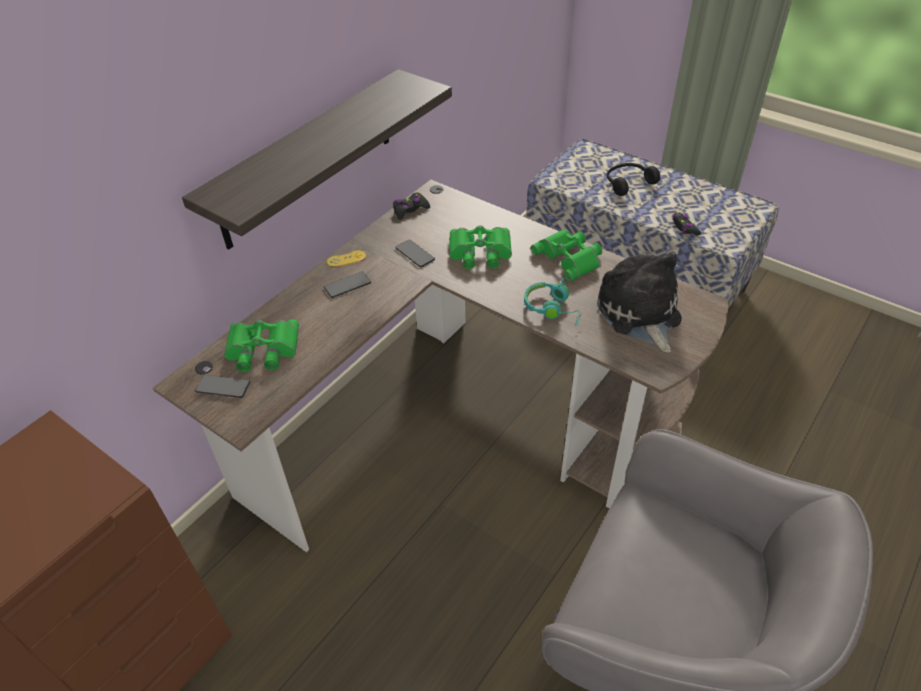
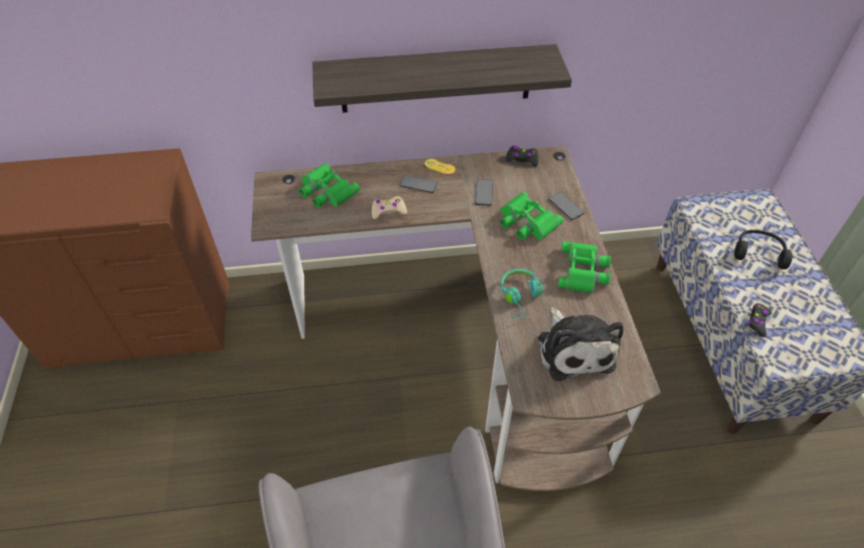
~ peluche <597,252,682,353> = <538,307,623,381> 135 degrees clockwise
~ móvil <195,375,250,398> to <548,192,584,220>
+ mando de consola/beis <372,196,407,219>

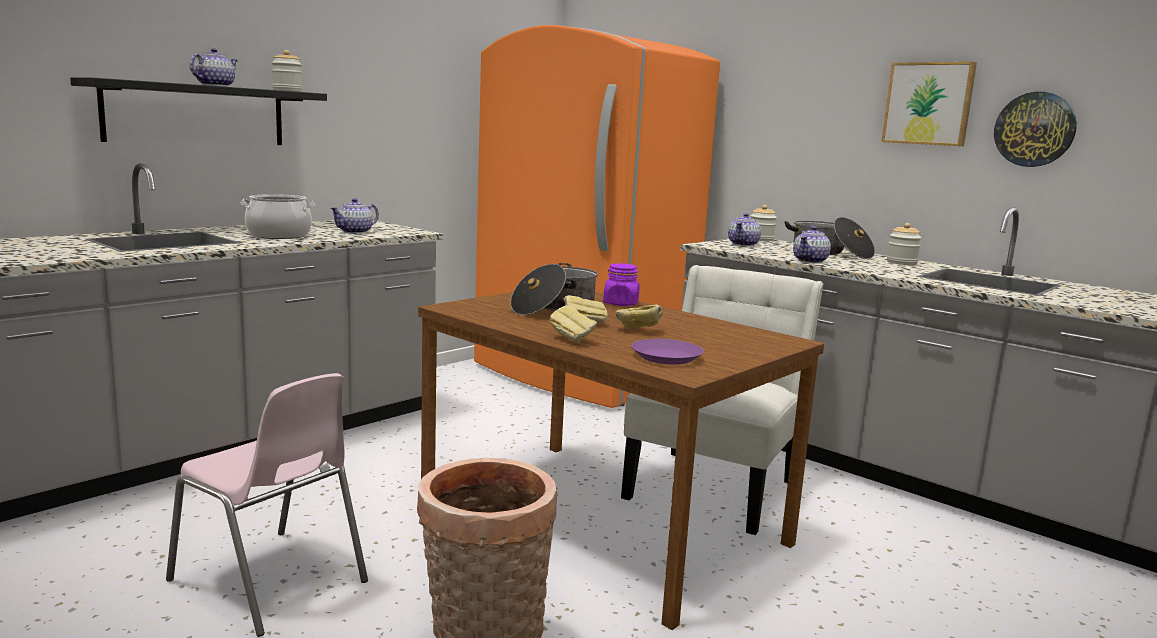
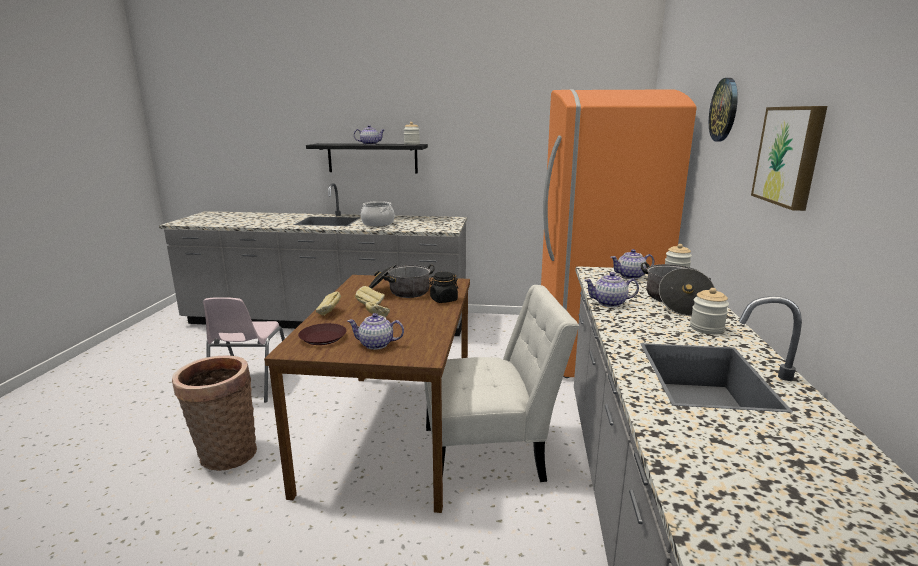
~ reloj de pared <994,92,1077,167> to <709,78,738,141>
~ tetera <330,198,379,234> to <347,313,404,350>
~ tarro/morado <603,263,640,306> to tarro/negro <429,272,458,303>
~ plato/morado <632,339,704,365> to plato/marrón <298,323,347,345>

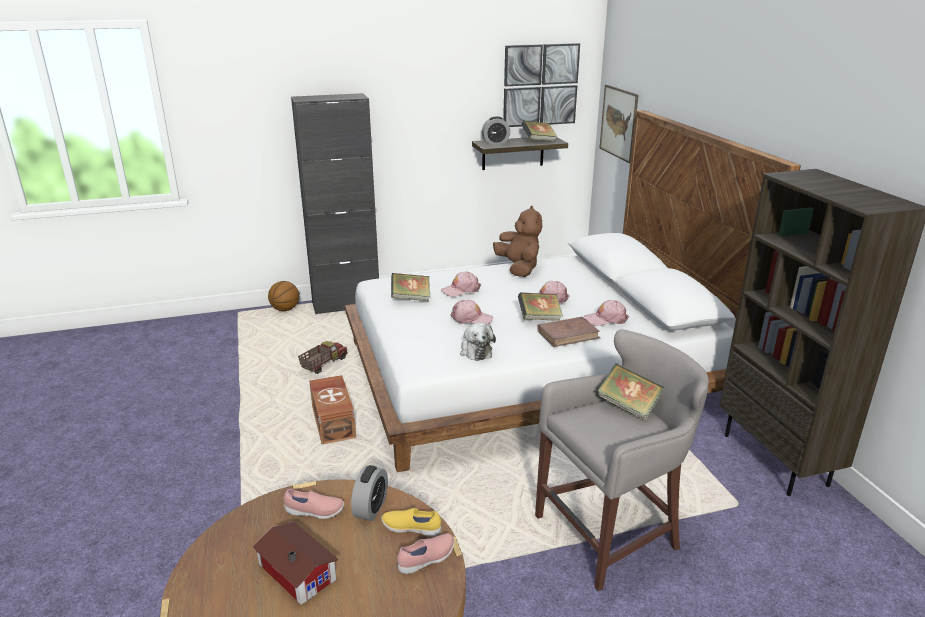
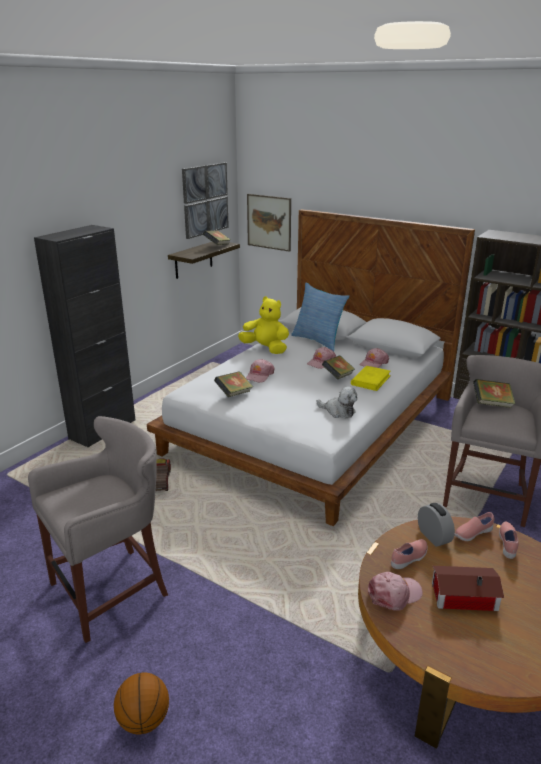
- despertador <482,116,510,144>
~ peluche/marrón <493,206,542,277> to peluche/amarillo <238,296,289,354>
~ balón de baloncesto <268,281,299,311> to <114,672,169,735>
~ gorra/rosa <451,300,493,324> to <368,572,423,611>
~ libro/marrón <537,317,600,347> to libro/amarillo <351,366,391,391>
- caja de almacenaje/marrón <309,375,356,445>
~ zapato/amarillo <381,508,441,537> to zapato/rosa <455,512,494,541>
+ cojín <291,283,349,352>
+ taburete/gris <28,416,168,643>

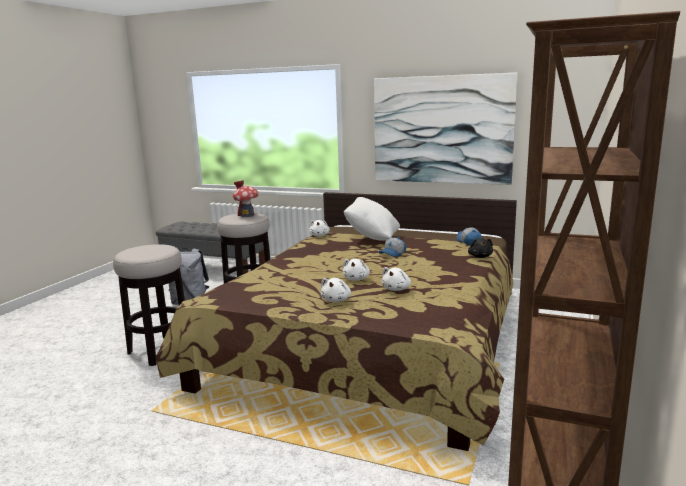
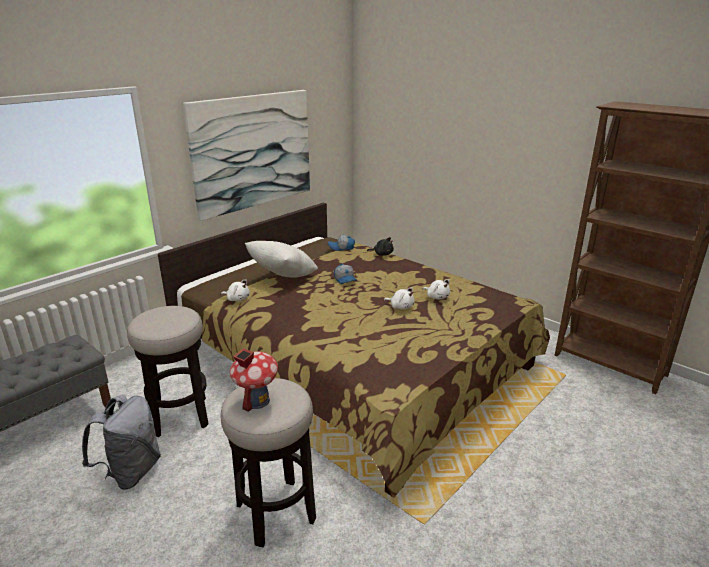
~ casita <233,180,259,217> to <230,348,278,412>
- peluche/blanco <321,278,351,302>

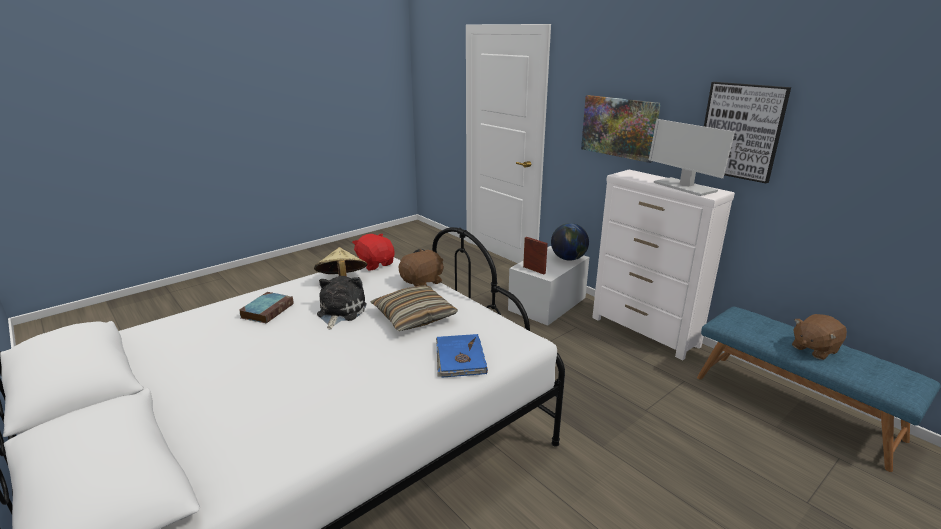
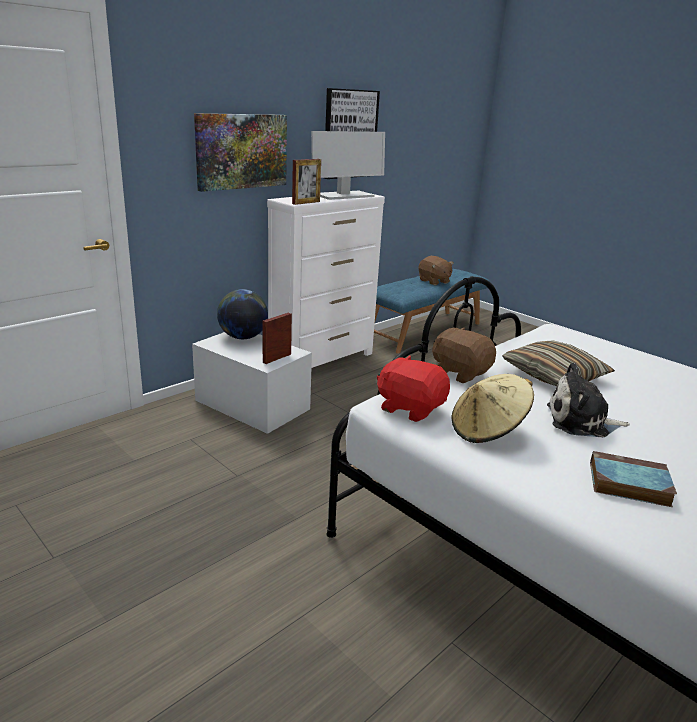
~ peluche/rojo <352,234,394,271> = <377,355,450,422> 75 degrees clockwise
- libro/azul <436,334,488,378>
+ portarretratos <292,159,321,205>

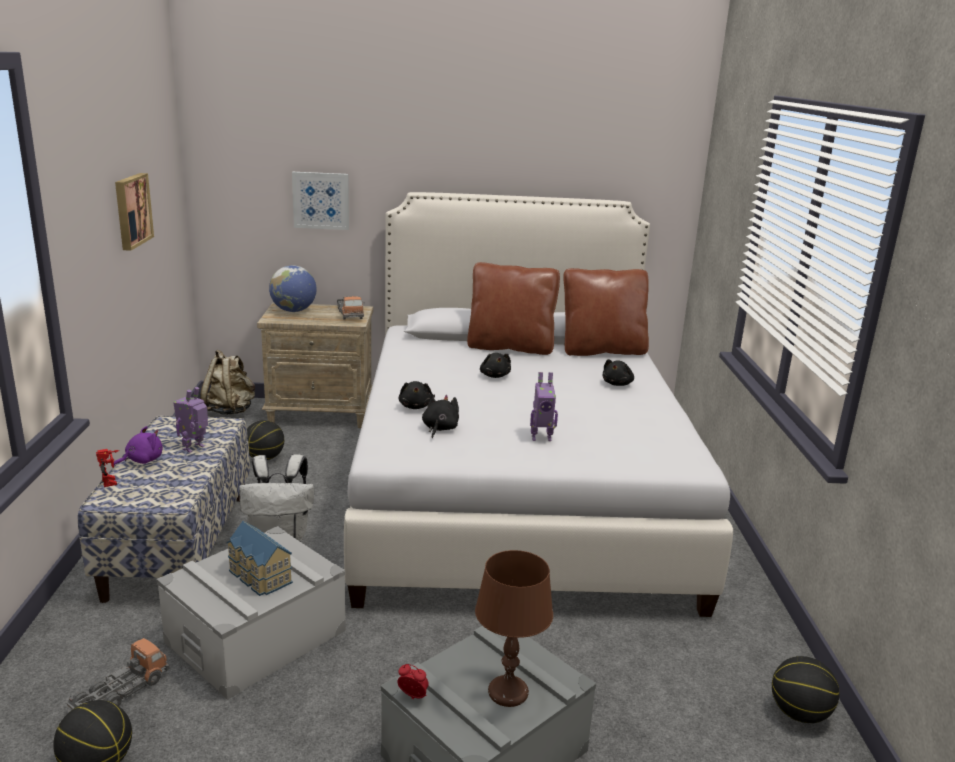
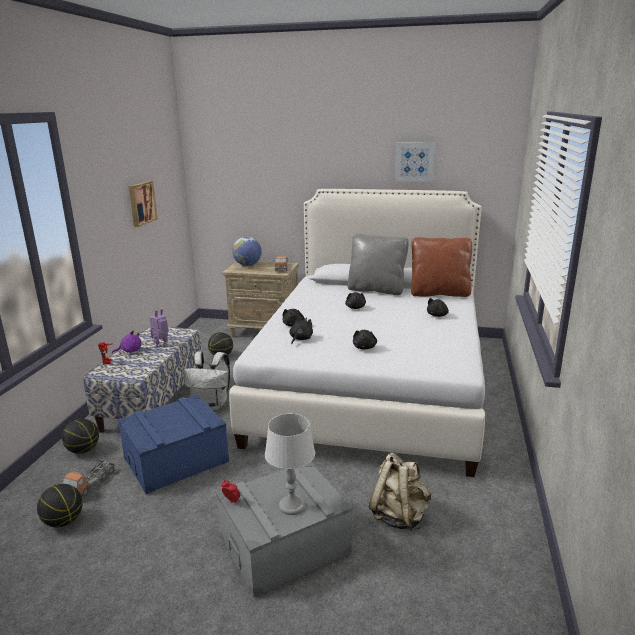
~ cuadro <292,172,349,230> to <395,142,435,182>
~ cojín/marrón <467,262,560,355> to cojín/gris <348,234,409,295>
~ mochila/beis <200,350,255,415> to <369,453,431,531>
~ robot de juguete <530,372,558,441> to peluche/negro <353,330,377,350>
- casita <227,521,293,596>
~ caja de almacenaje/gris <157,526,346,700> to caja de almacenaje/azul <117,394,229,494>
~ lámpara de mesa/marrón <475,550,553,707> to lámpara de mesa/gris <265,414,315,515>
~ camión de juguete <67,638,170,710> = <62,460,116,497> 150 degrees clockwise
~ balón de baloncesto <772,656,839,723> to <62,419,99,454>

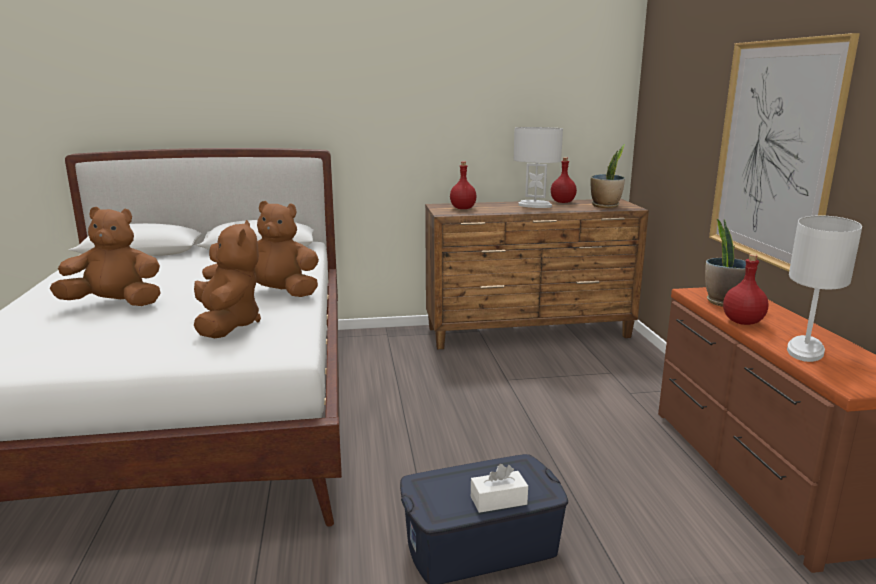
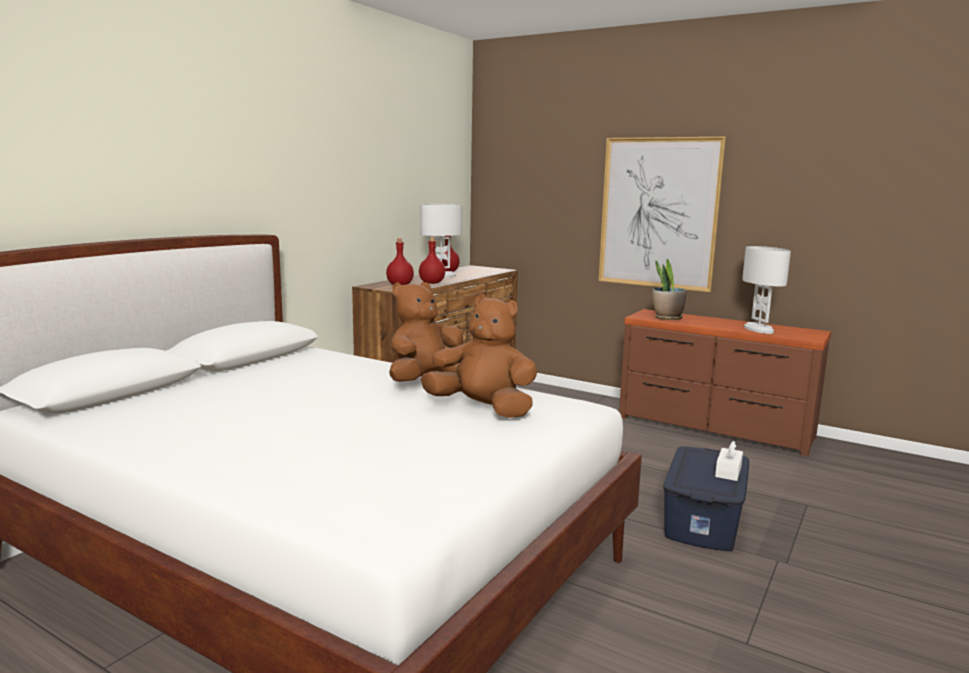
- planta en maceta <591,144,625,208>
- peluche/marrón <50,207,160,306>
~ botella/rojo <723,254,769,325> to <419,237,445,284>

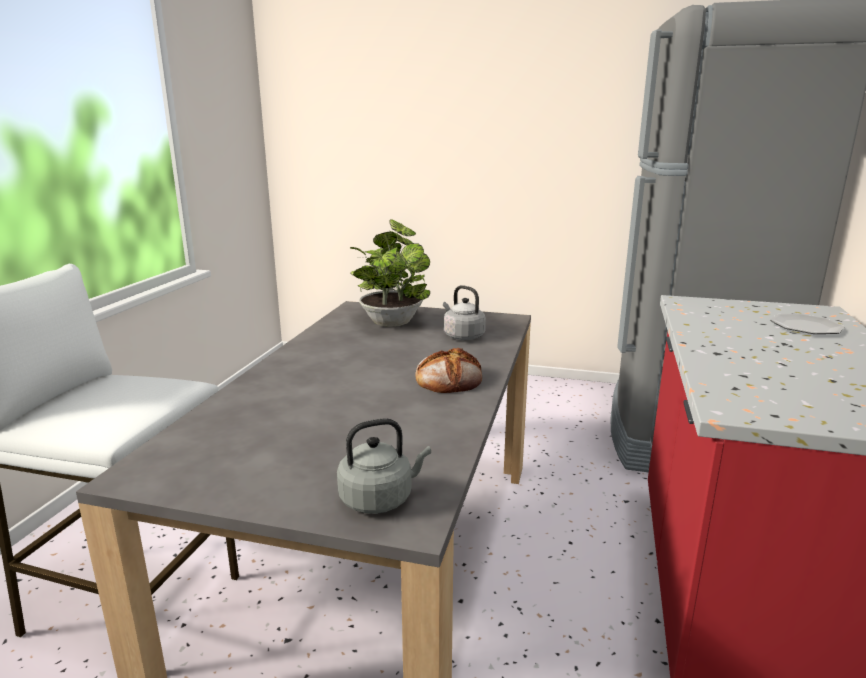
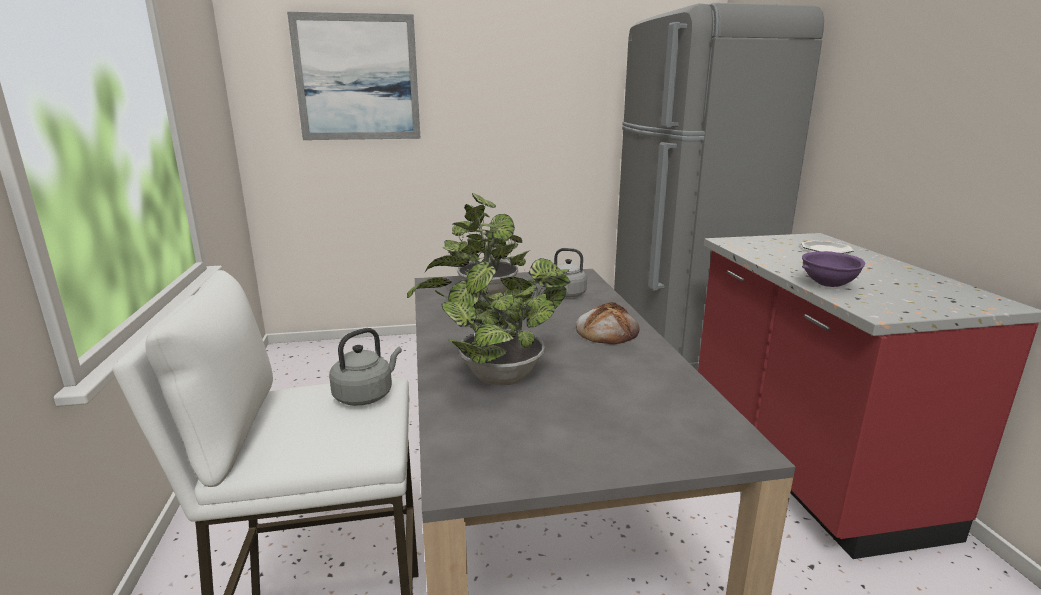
~ hervidor/gris <337,418,431,514> to <329,328,402,406>
+ cuadro <287,12,420,140>
+ cuenco/morado <802,251,865,287>
+ planta en maceta <407,255,571,386>

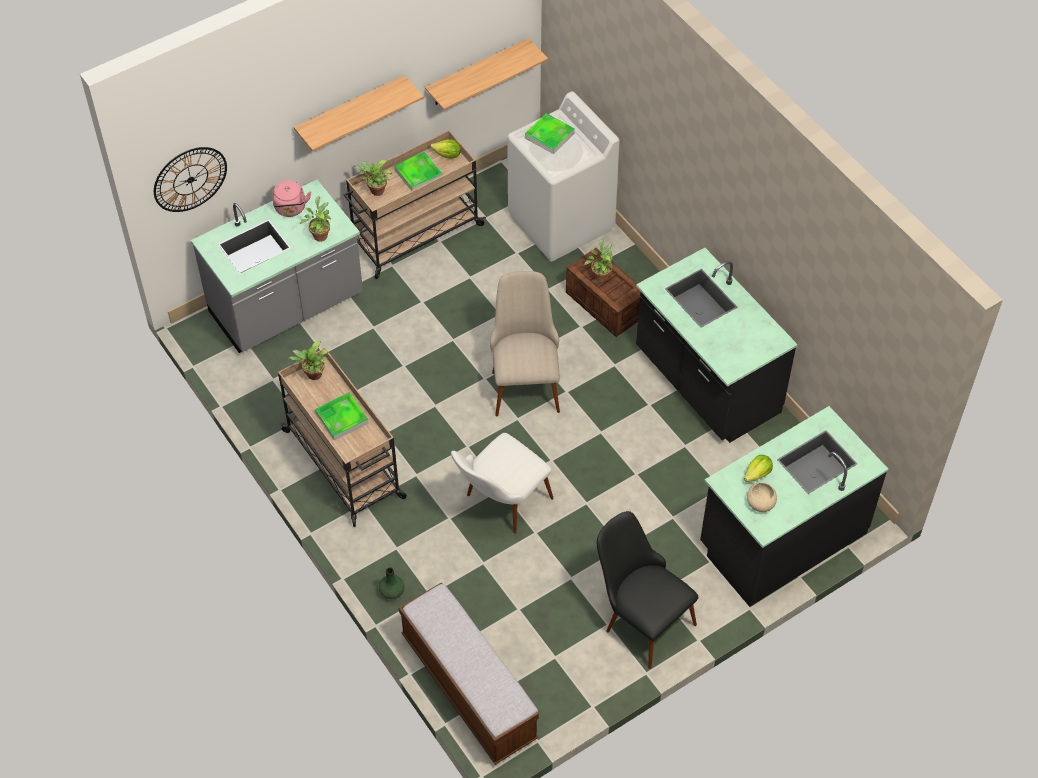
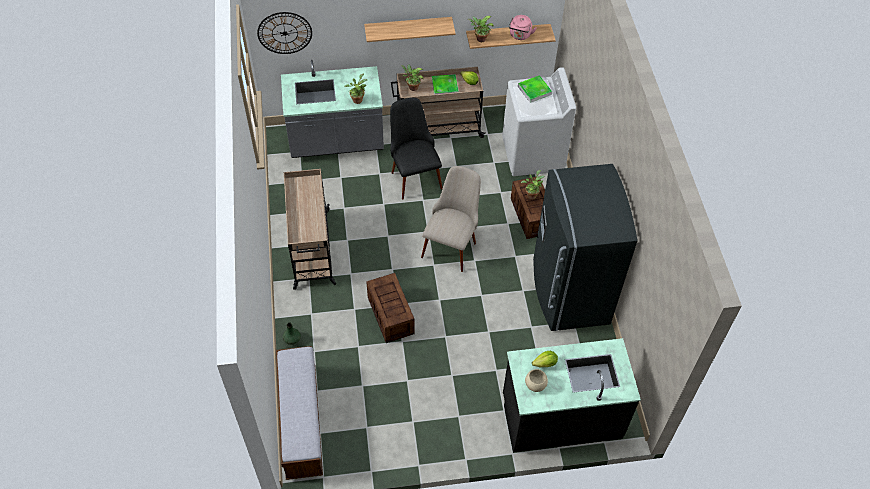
~ hervidor/rosa <272,180,311,217> to <509,15,537,40>
~ mueble bajo de cocina/negro <636,248,798,443> to nevera/gris <533,164,638,331>
~ planta en maceta <288,341,328,380> to <468,16,493,42>
- bandeja <315,392,369,441>
~ silla/blanco <451,433,554,534> to caja de embalaje <366,273,415,343>
~ silla/negro <597,511,698,669> to <390,98,442,199>

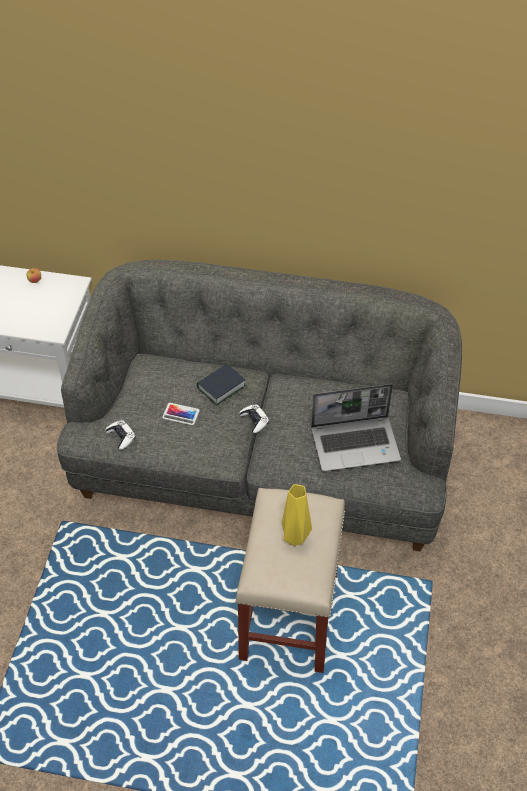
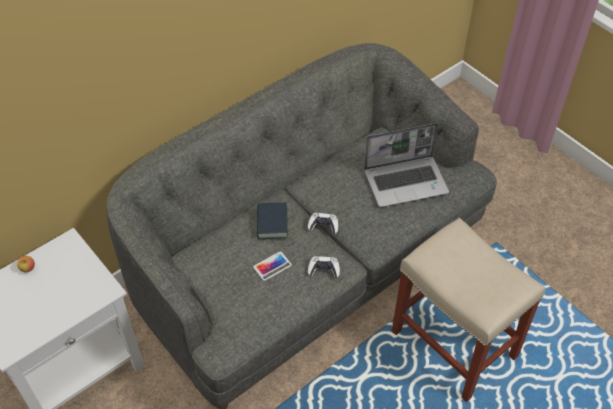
~ portátil <311,384,401,471> = <364,123,449,207> 45 degrees clockwise
~ mando de consola/blanco <105,420,135,450> to <308,256,340,278>
- florero/amarillo <282,484,312,546>

